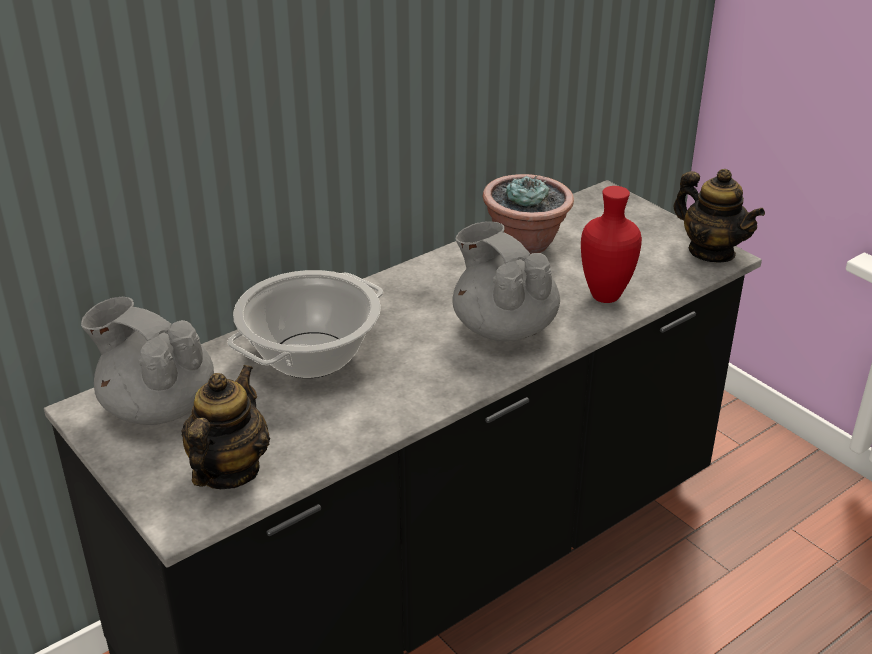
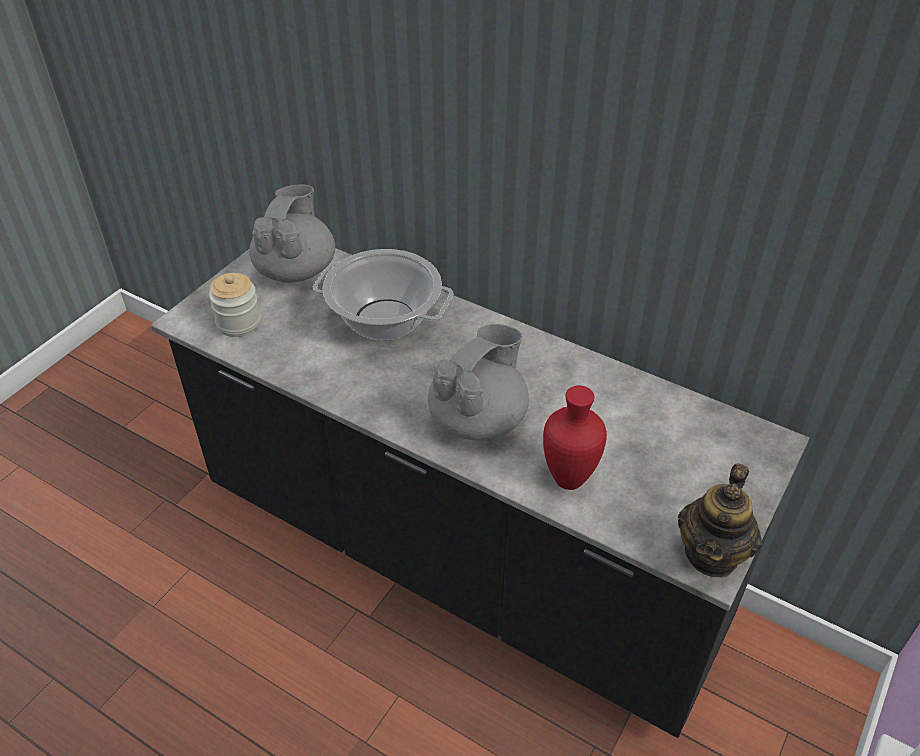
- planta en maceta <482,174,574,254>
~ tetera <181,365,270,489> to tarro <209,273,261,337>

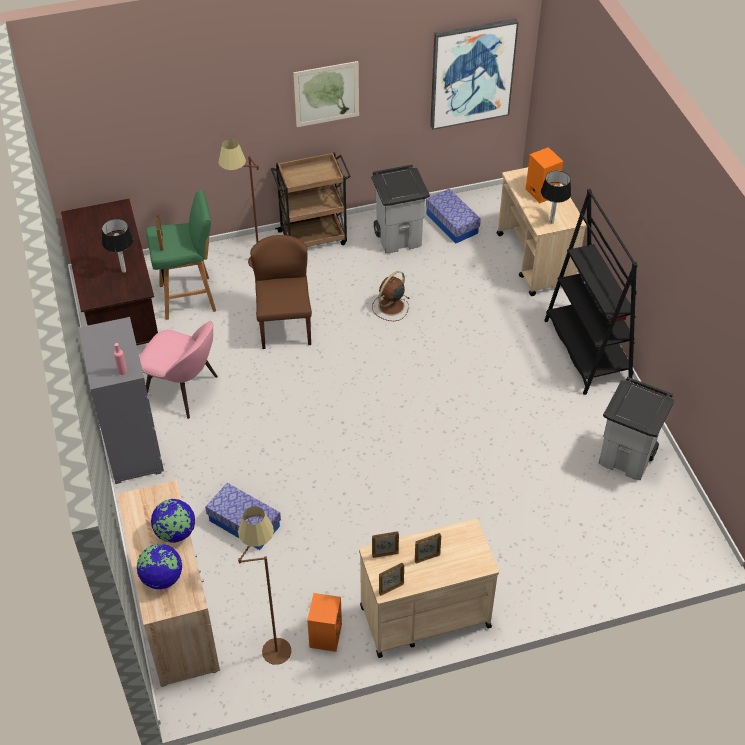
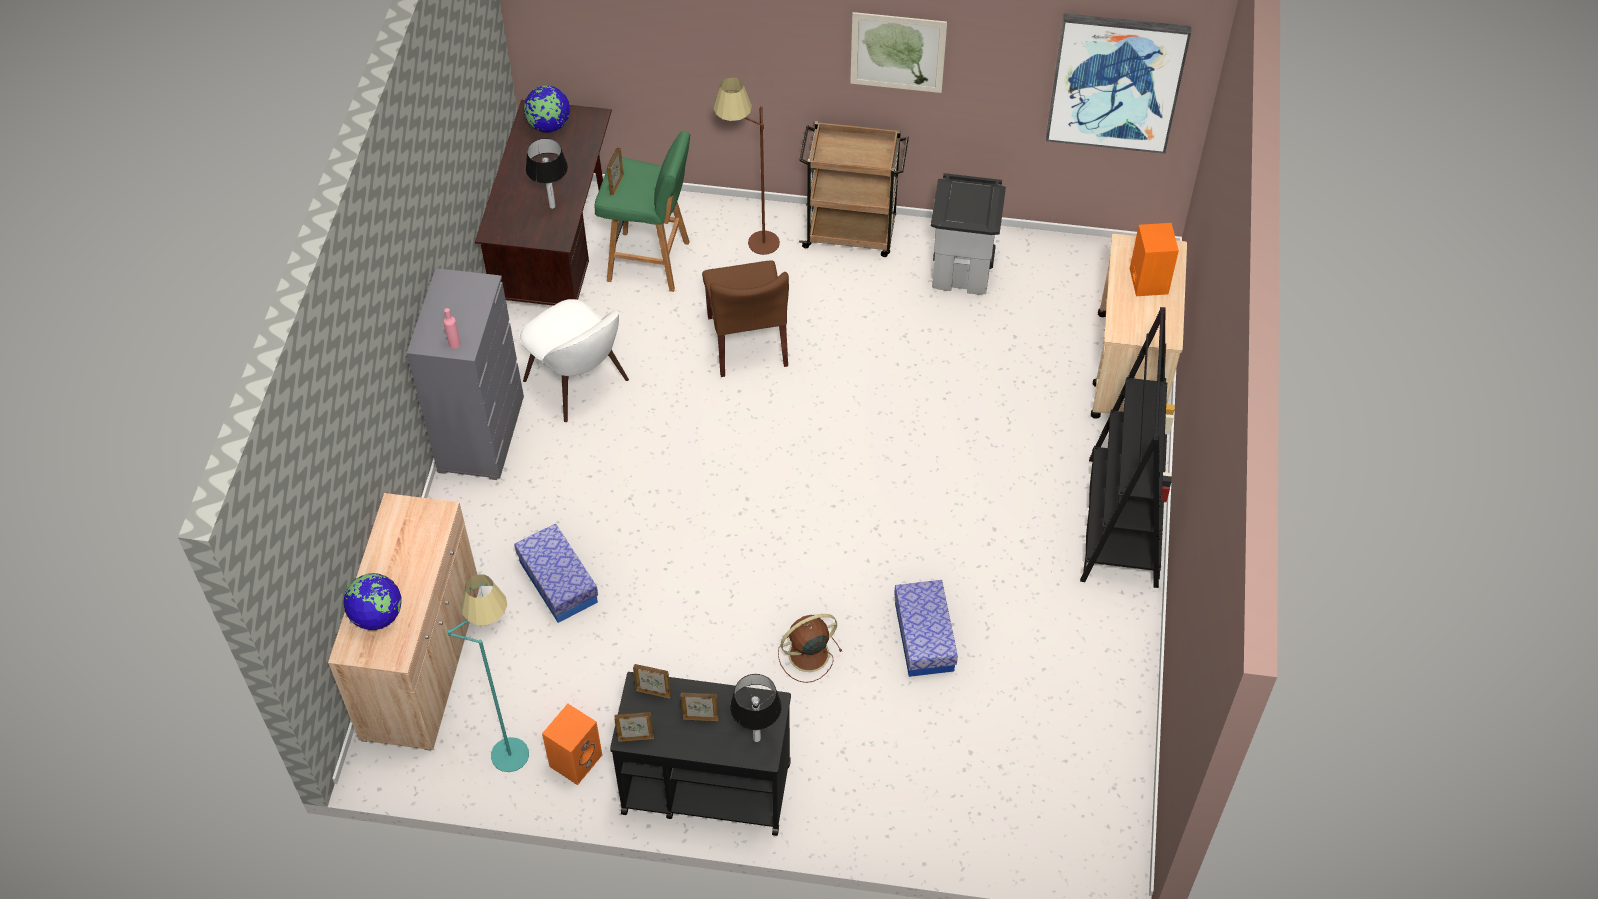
~ lámpara de mesa <541,170,571,224> to <730,674,782,742>
~ caja de almacenaje <426,189,481,244> to <894,580,958,677>
~ silla/marrón <250,235,312,349> = <702,260,789,377> 150 degrees clockwise
~ ventilador/marrón <372,271,409,321> to <778,614,842,683>
~ silla/rosa <139,321,218,419> to silla/blanco <519,299,629,422>
- papelera/gris <599,377,674,480>
~ globo terráqueo <151,499,195,543> to <524,86,570,132>
~ lámpara de pie/marrón <238,507,291,665> to lámpara de pie/turquesa <447,574,529,772>
~ carrito/beis <359,519,499,658> to carrito/negro <610,672,791,836>

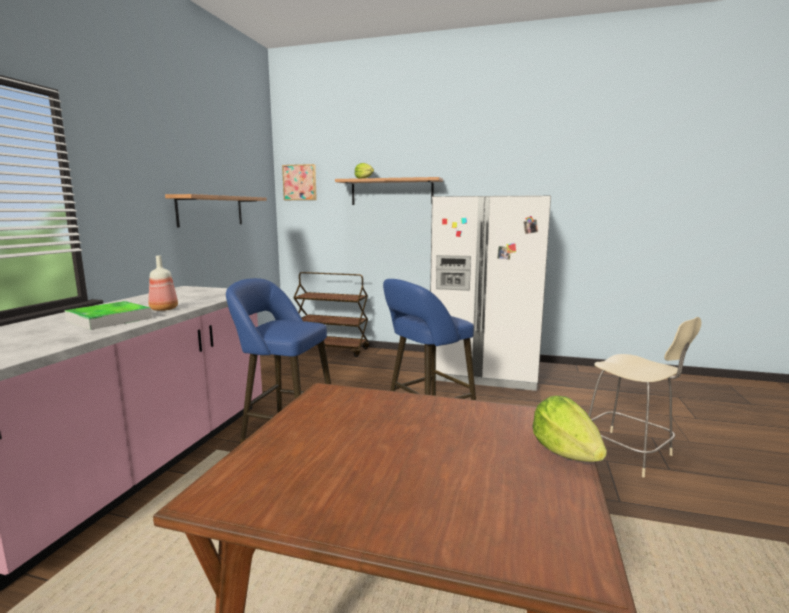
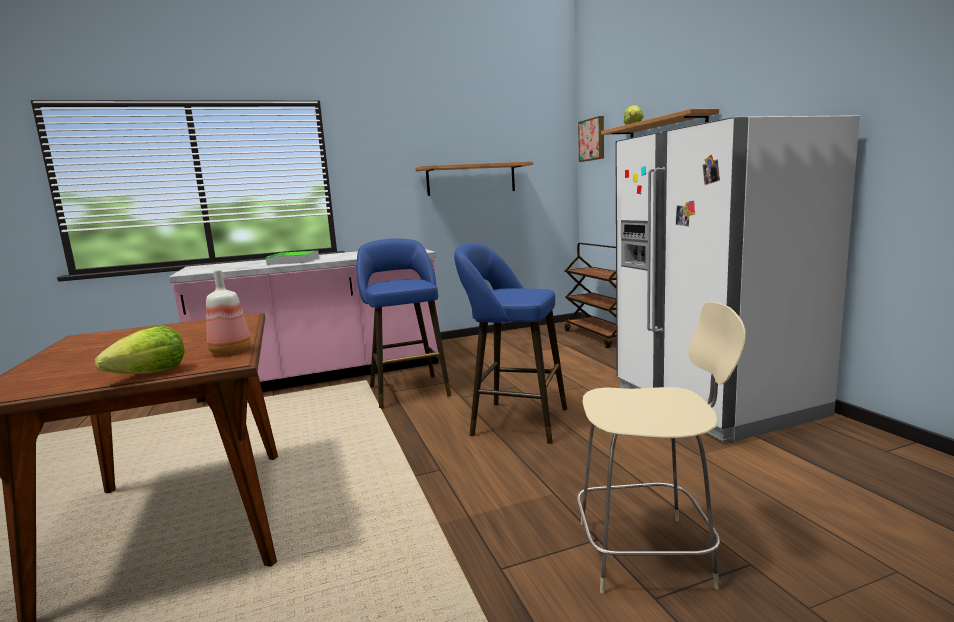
~ botella <148,255,178,311> to <206,270,251,355>
~ silla/beis <588,317,701,477> = <577,302,746,594> 105 degrees counterclockwise

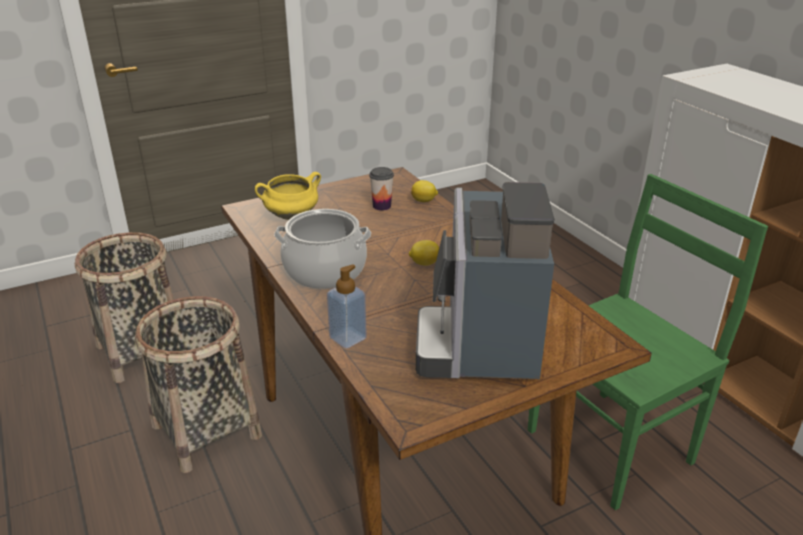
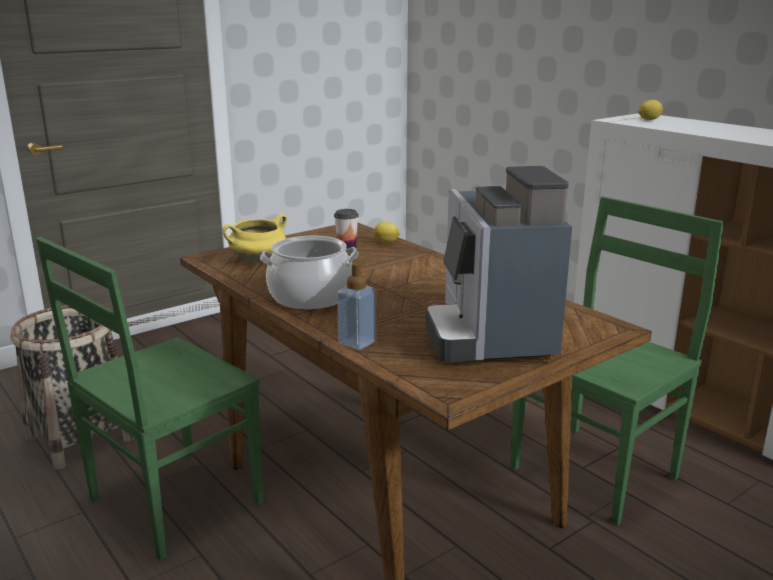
~ limón <409,240,439,266> to <638,100,663,120>
~ cesta <135,296,262,473> to silla/verde <36,237,263,560>

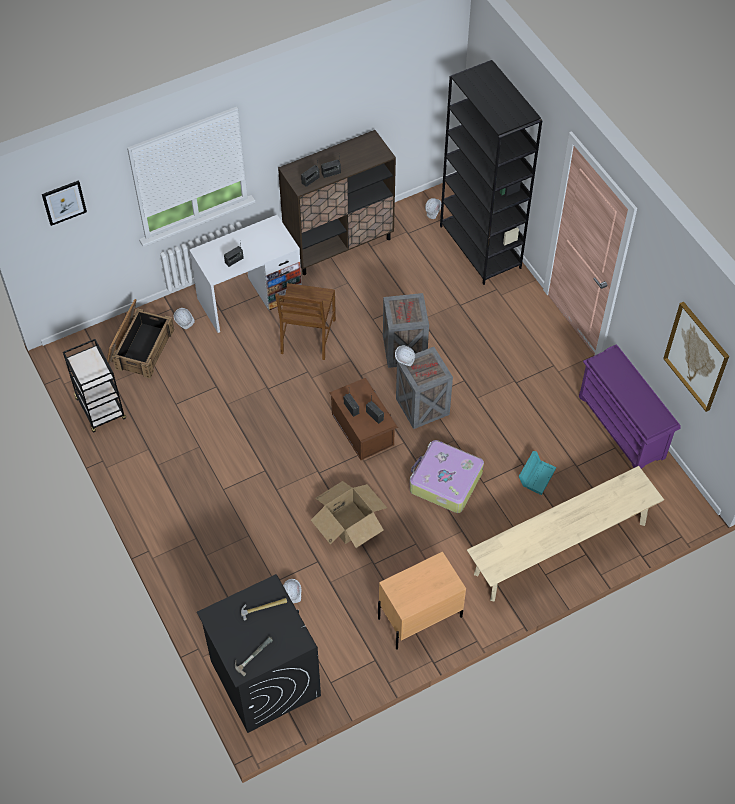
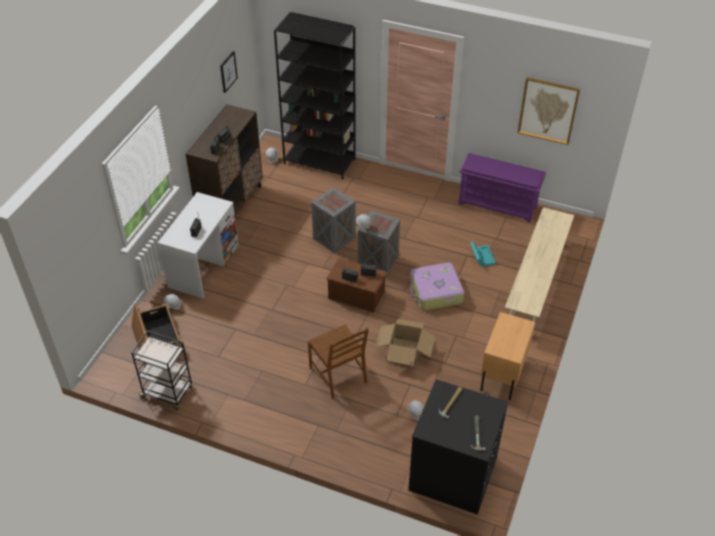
~ cuadro <42,180,87,226> to <220,51,238,93>
~ silla/marrón <275,283,336,360> to <308,324,369,399>

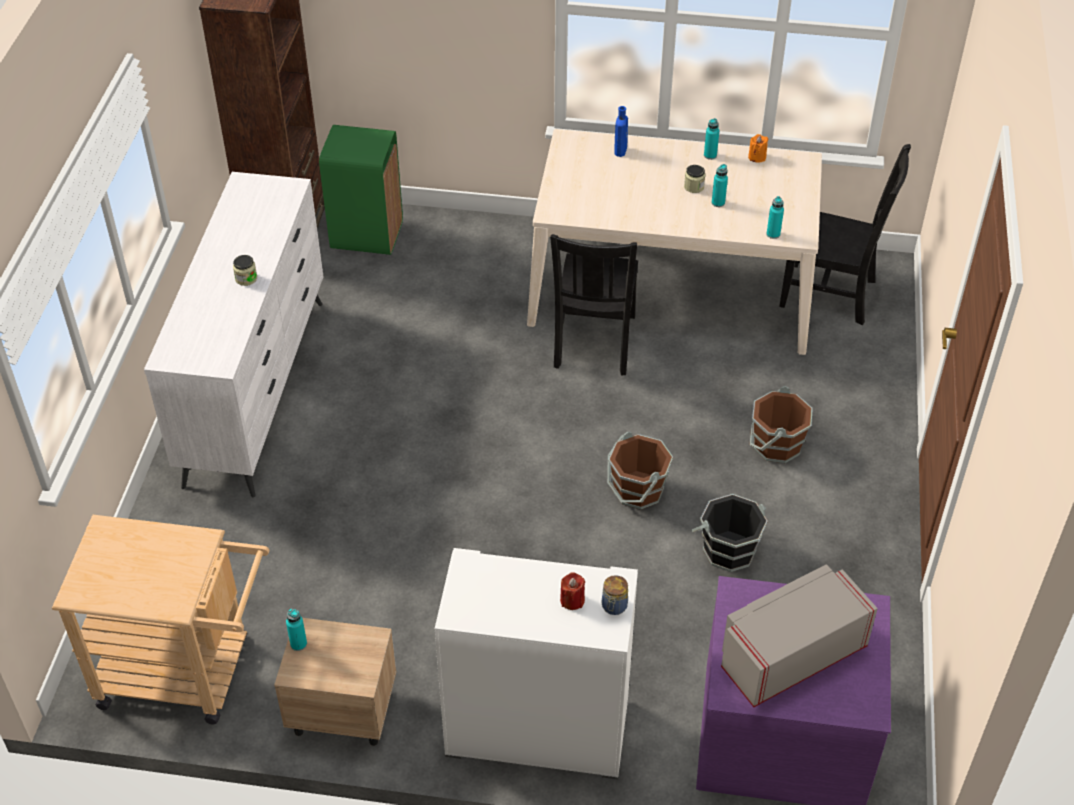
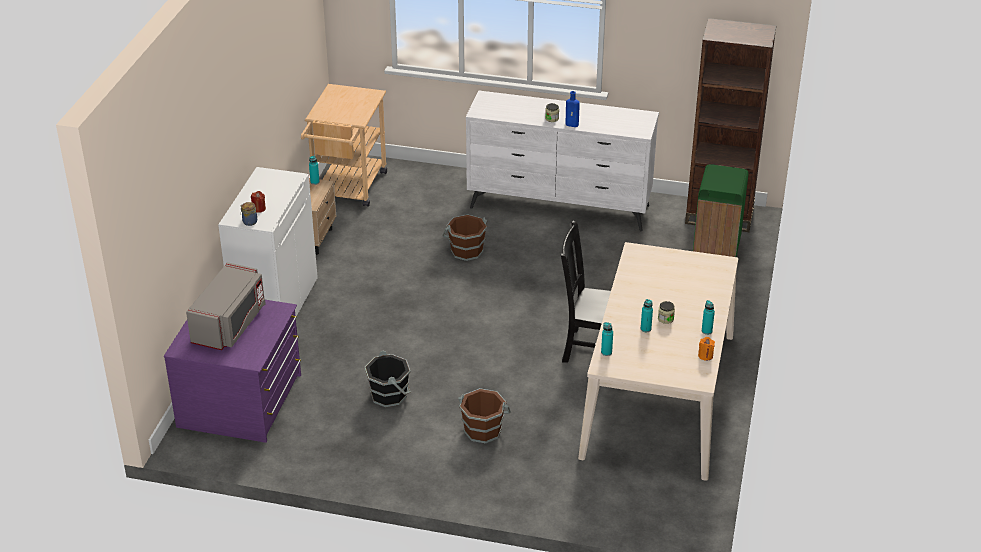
~ botella/azul <614,106,628,157> to <565,91,580,127>
- silla/negro <779,144,911,325>
~ cubo/marrón <607,432,673,509> to <442,215,487,261>
~ microondas/gris <721,564,878,707> = <186,262,266,350> 45 degrees clockwise

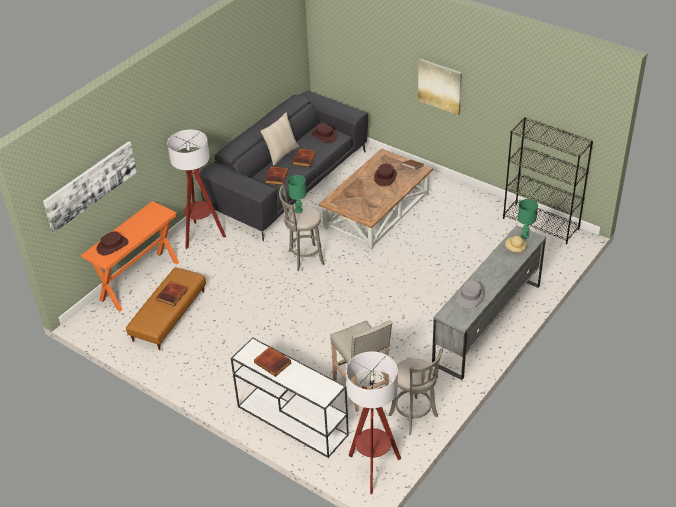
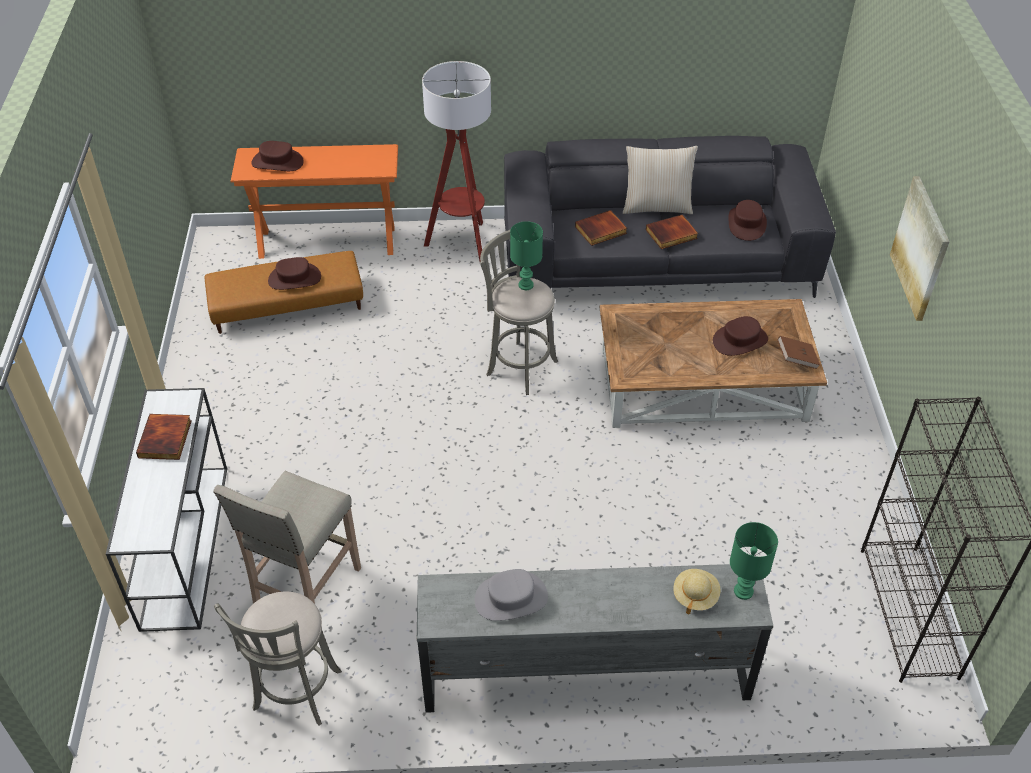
- cuadro <43,141,137,233>
~ libro <156,281,188,306> to sombrero/marrón <268,257,321,290>
- lámpara de pie <346,351,401,494>

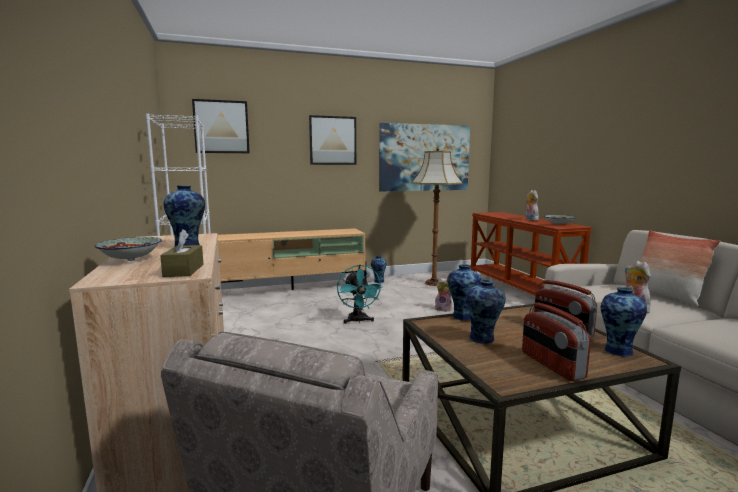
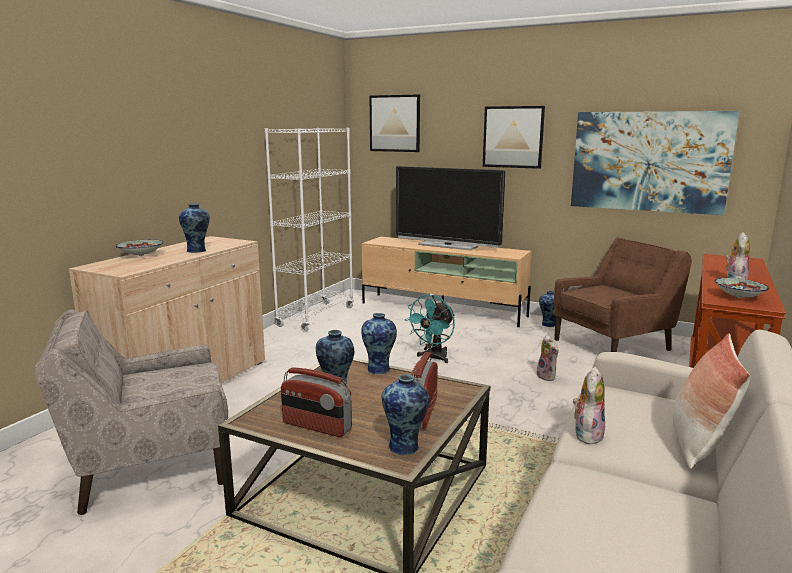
~ lámpara de pie <411,147,463,286> to sillón/marrón <553,237,692,352>
- caja de pañuelos/marrón <160,229,203,277>
~ radio <522,303,591,381> = <281,367,352,437> 90 degrees counterclockwise
+ televisor <396,166,506,250>

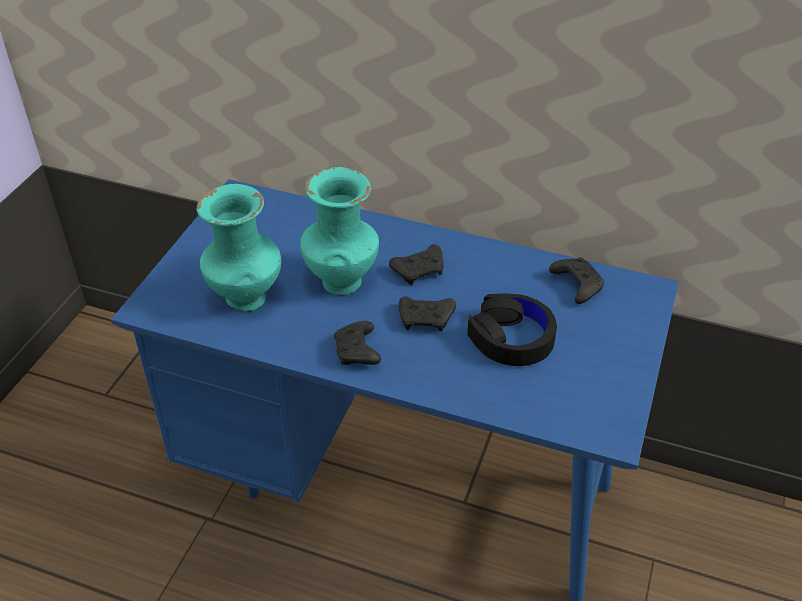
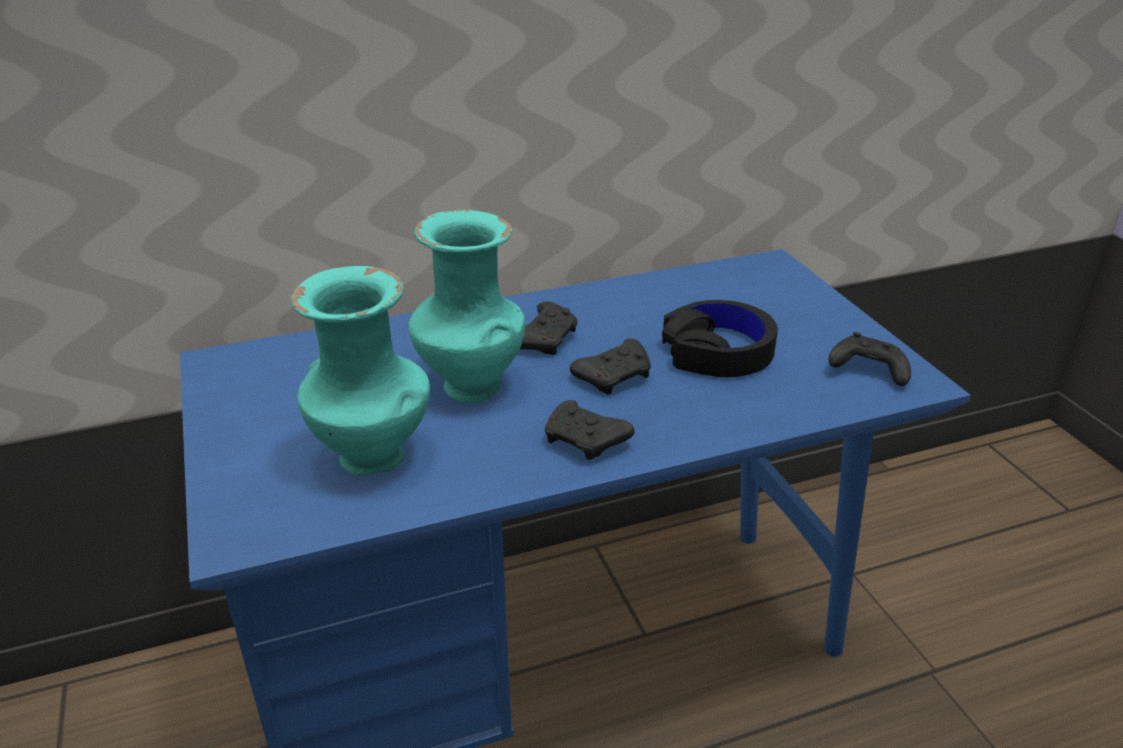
~ mando de consola/negro <549,257,604,304> to <829,332,911,386>

